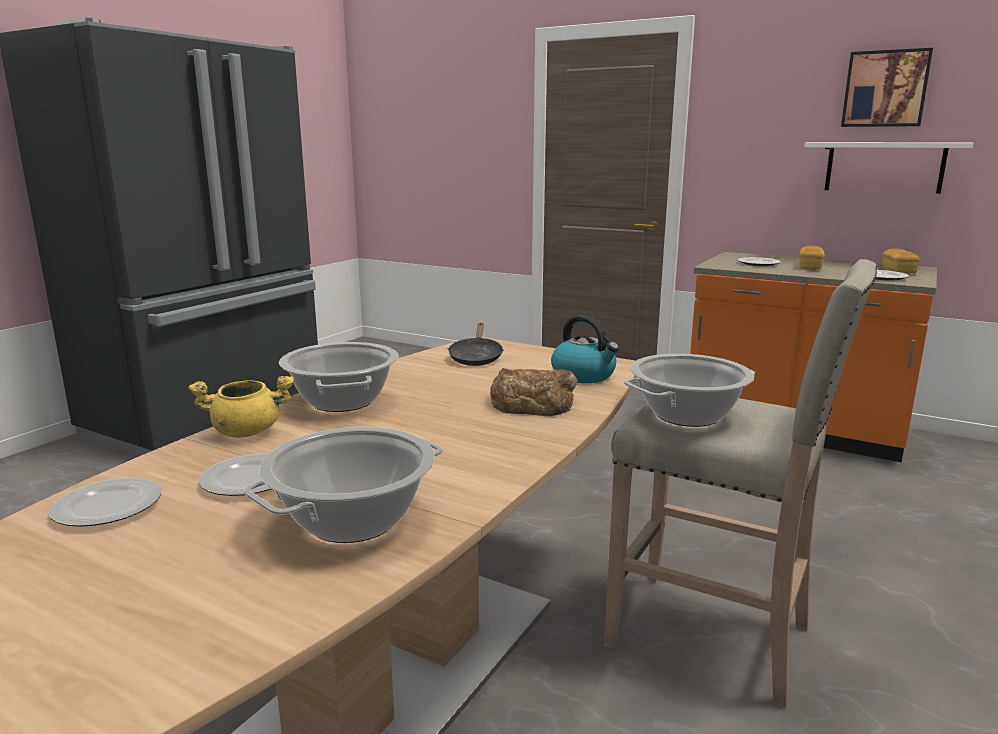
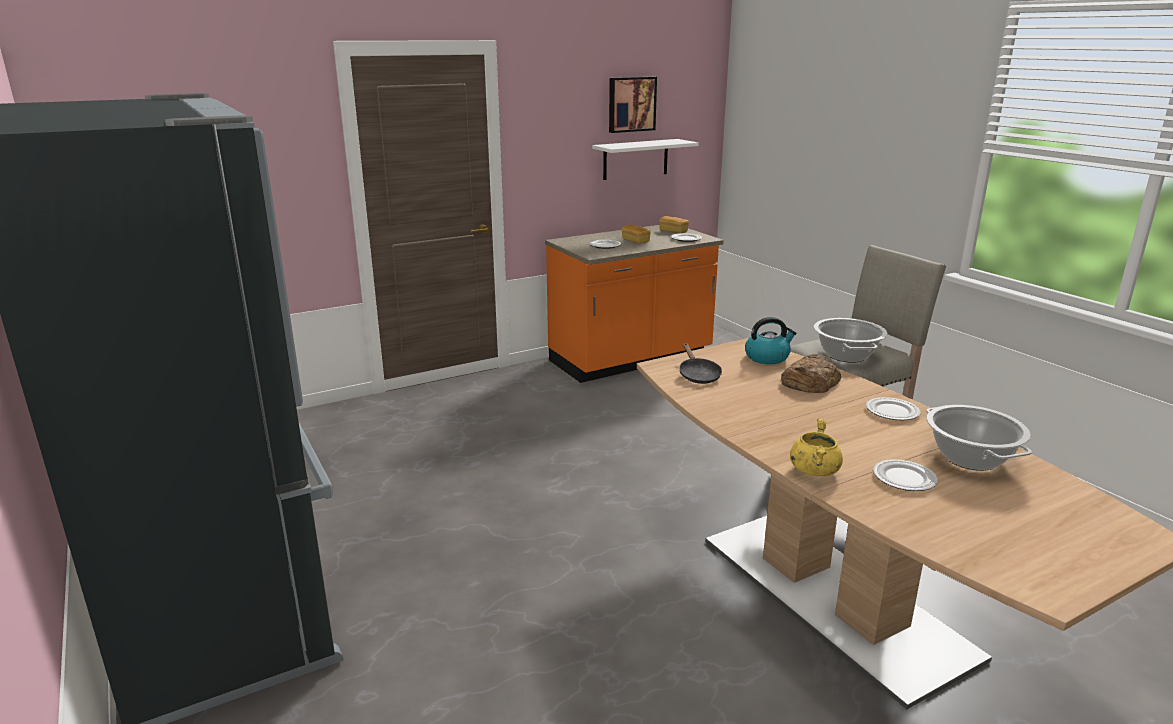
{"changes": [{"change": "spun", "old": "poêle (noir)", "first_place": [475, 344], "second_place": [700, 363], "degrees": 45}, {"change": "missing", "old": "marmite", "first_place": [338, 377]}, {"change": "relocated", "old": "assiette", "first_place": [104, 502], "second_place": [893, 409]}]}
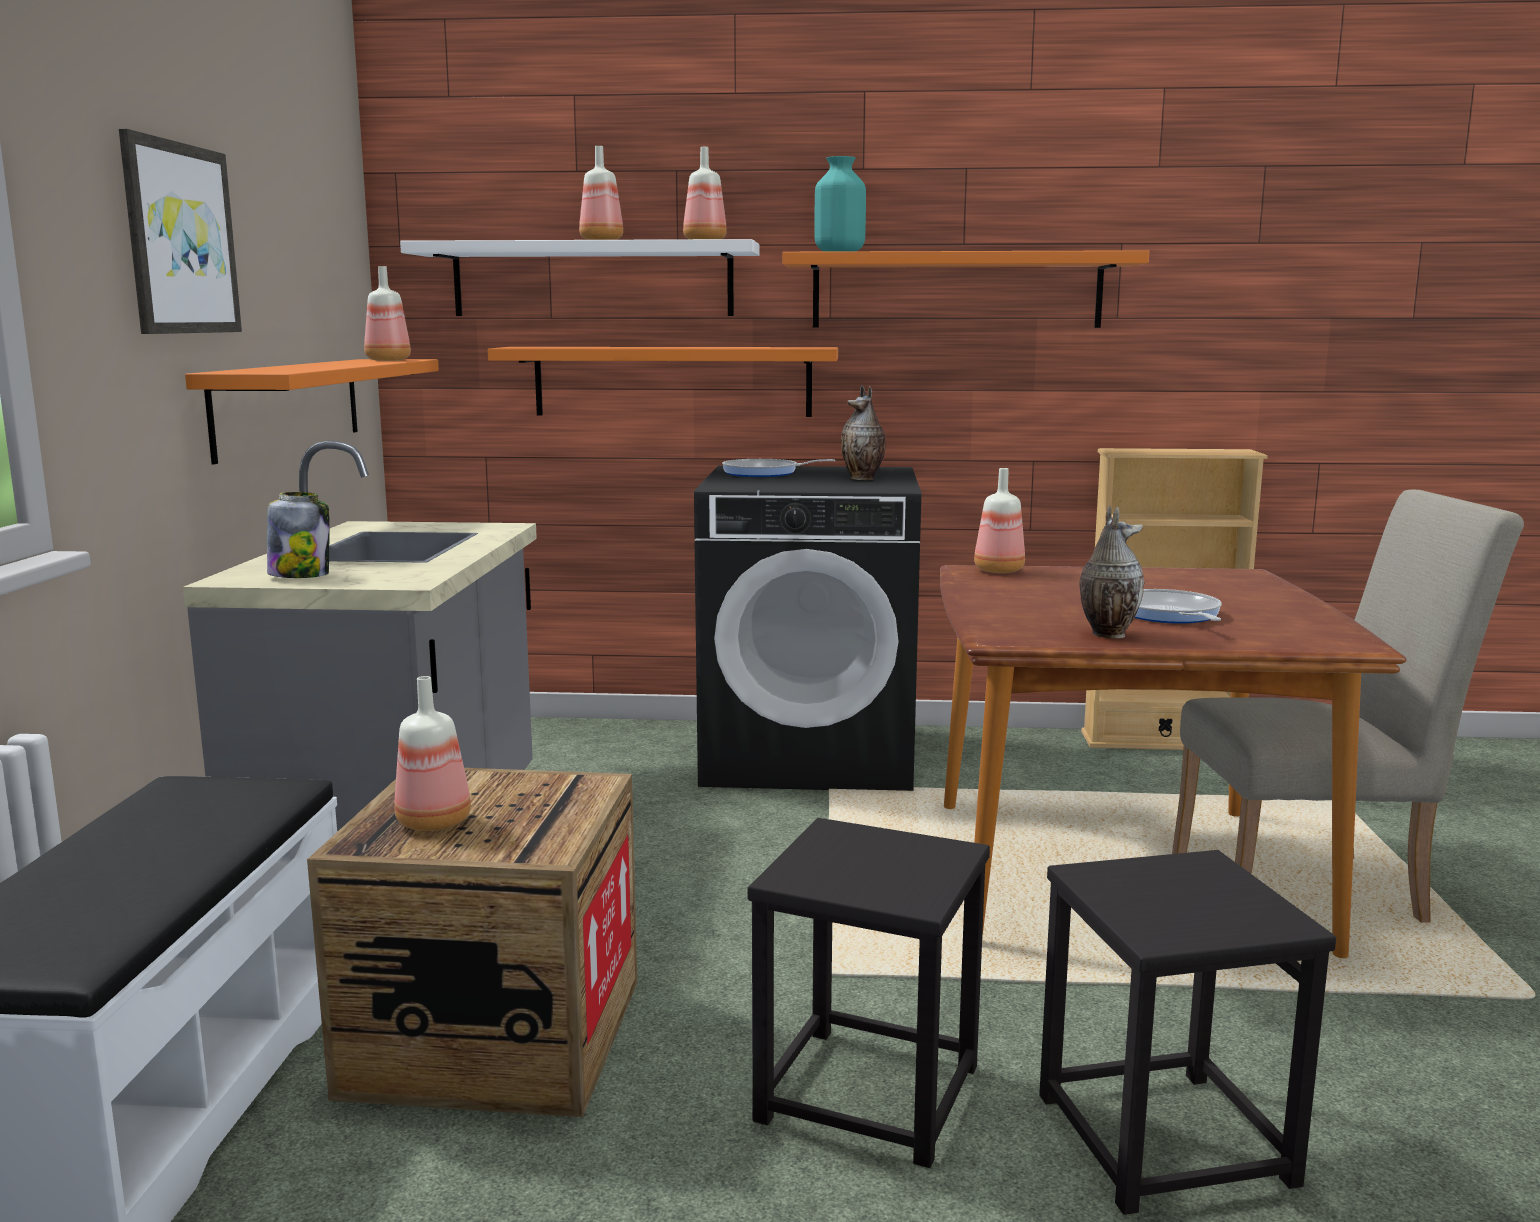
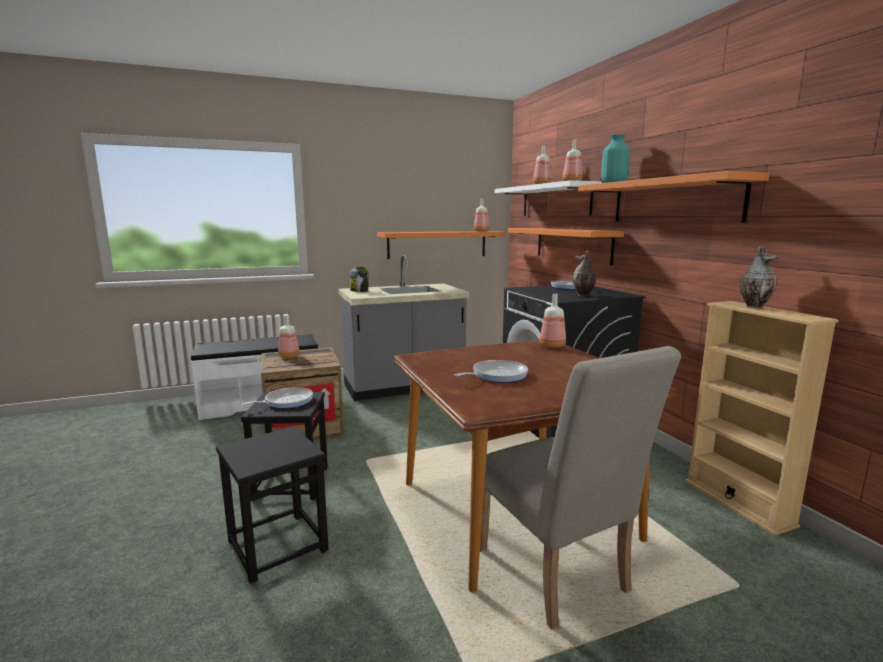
{"changes": [{"change": "missing", "old": "tableau", "first_place": [180, 231]}, {"change": "relocated", "old": "vase", "first_place": [1112, 572], "second_place": [759, 277]}, {"change": "appeared", "new": "poêle", "second_place": [277, 397]}]}
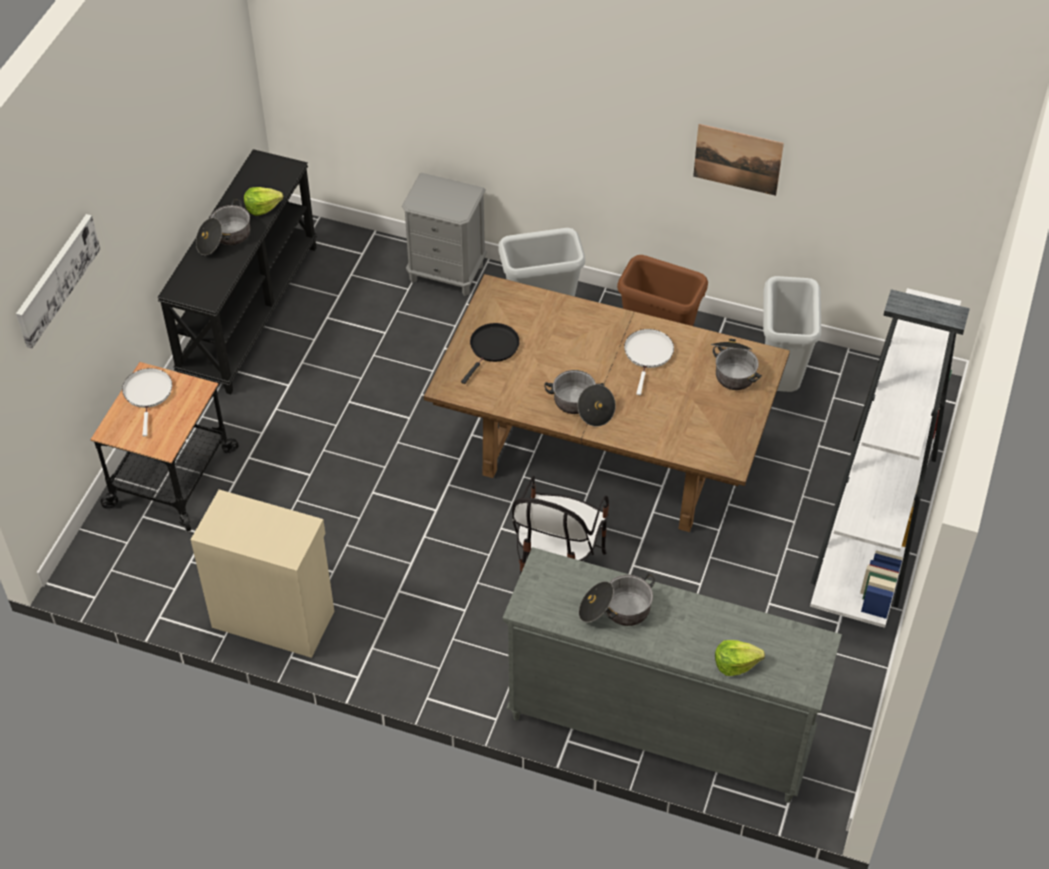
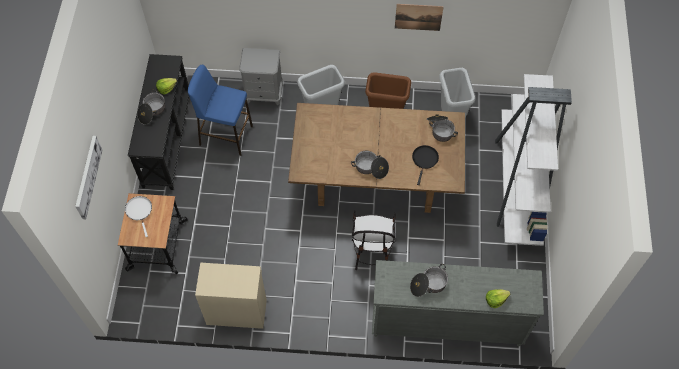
{"changes": [{"change": "relocated", "old": "poêle (noir)", "first_place": [490, 353], "second_place": [425, 165]}, {"change": "missing", "old": "poêle (blanc)", "first_place": [649, 362]}, {"change": "appeared", "new": "tabouret (bleu)", "second_place": [220, 110]}]}
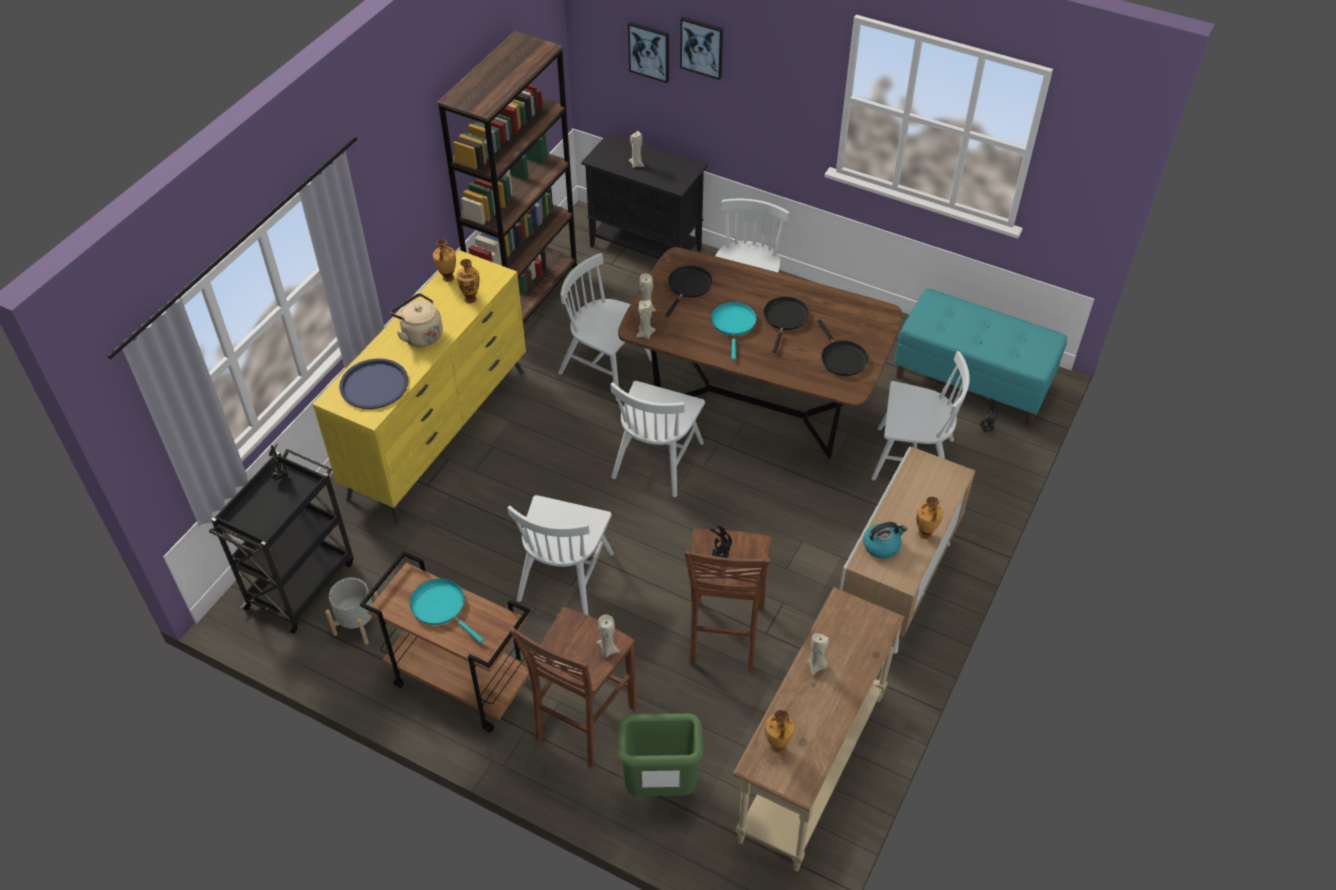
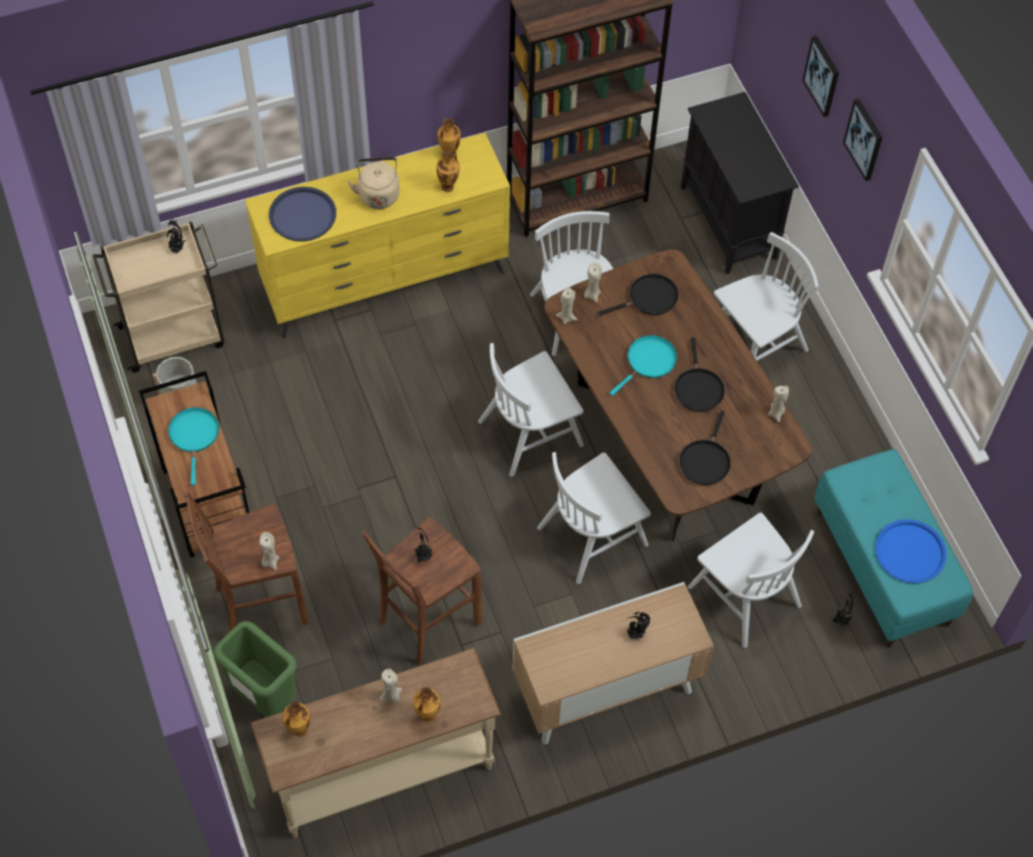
{"changes": [{"change": "relocated", "old": "tableau", "first_place": [648, 52], "second_place": [863, 140]}, {"change": "relocated", "old": "bougie (beige)", "first_place": [636, 149], "second_place": [778, 404]}, {"change": "spun", "old": "poêle (noir)", "first_place": [786, 325], "second_place": [700, 375], "degrees": 120}, {"change": "colour", "old": "chariot (noir)", "new": "chariot (beige)", "first_place": [281, 541], "second_place": [158, 297]}, {"change": "relocated", "old": "chaise (blanc)", "first_place": [560, 555], "second_place": [594, 518]}, {"change": "relocated", "old": "vase", "first_place": [929, 518], "second_place": [426, 704]}, {"change": "missing", "old": "bouilloire", "first_place": [885, 540]}, {"change": "appeared", "new": "plateau (bleu)", "second_place": [911, 551]}, {"change": "appeared", "new": "plante en pot", "second_place": [638, 626]}]}
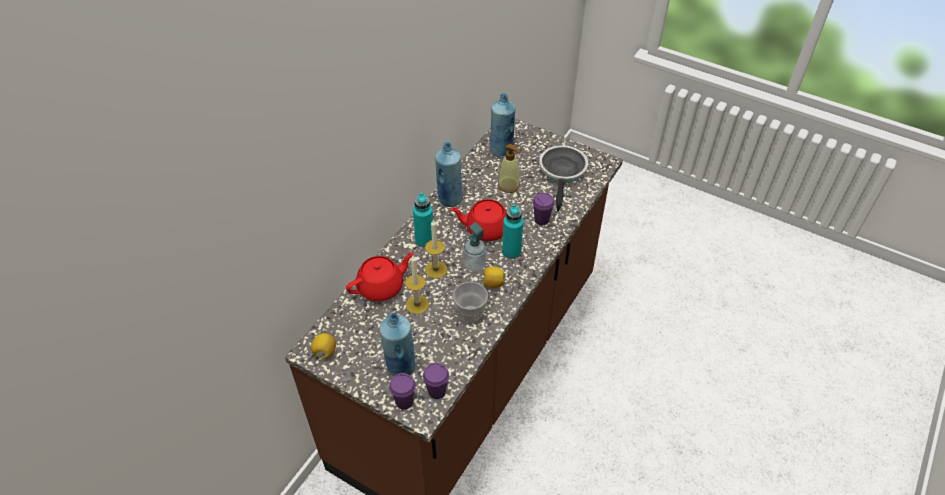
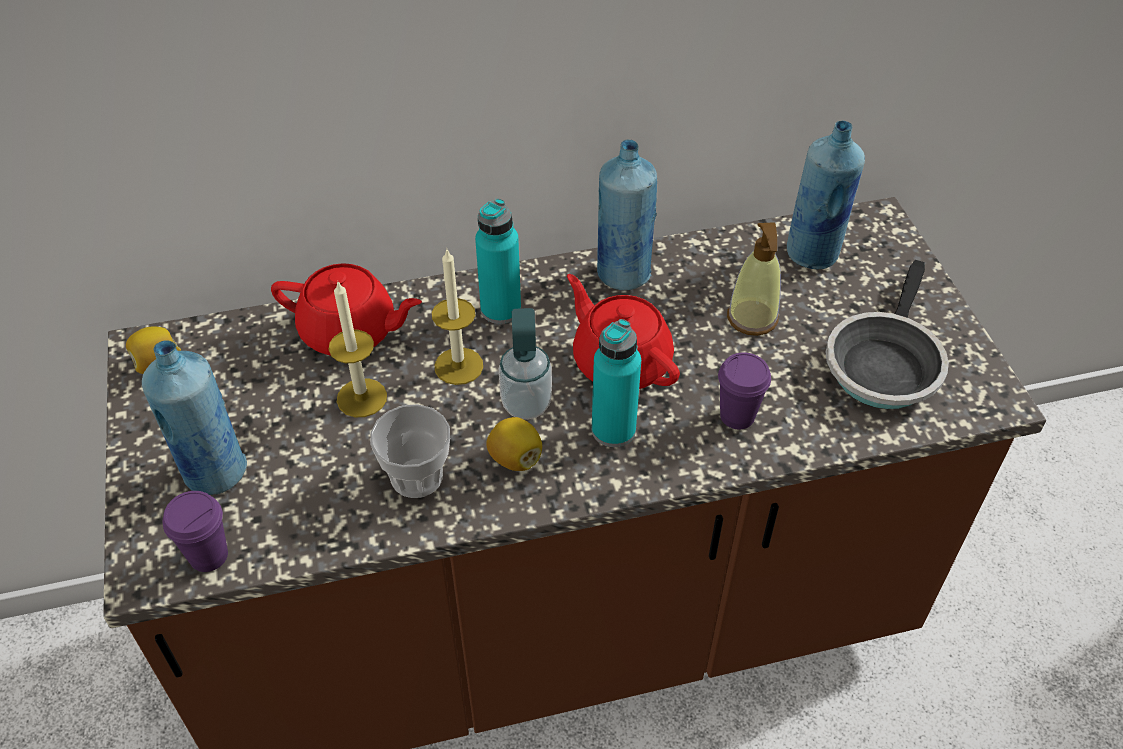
{"changes": [{"change": "spun", "old": "poêle", "first_place": [563, 178], "second_place": [887, 334], "degrees": 150}, {"change": "missing", "old": "tasse (violet)", "first_place": [402, 391]}]}
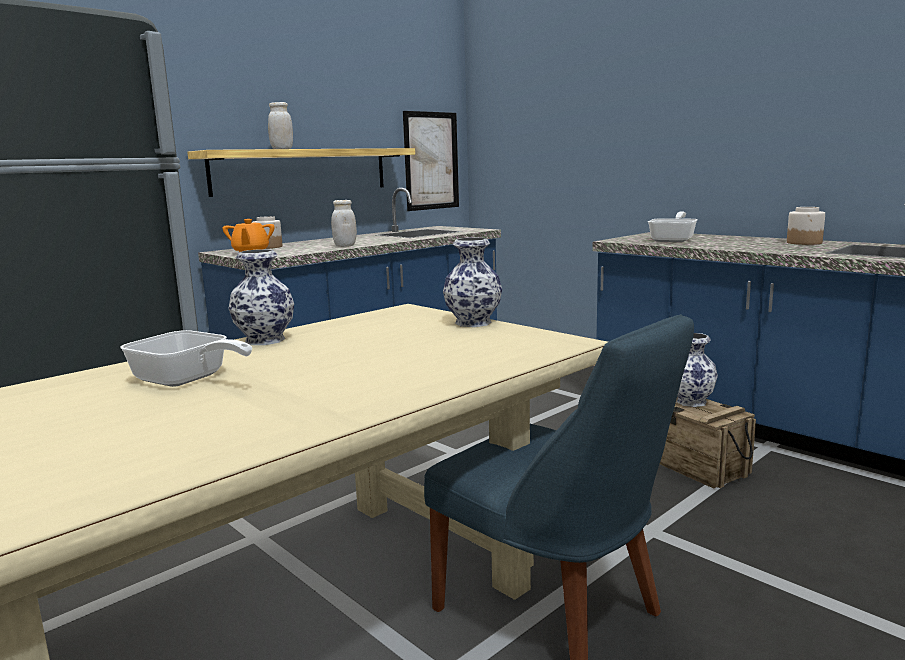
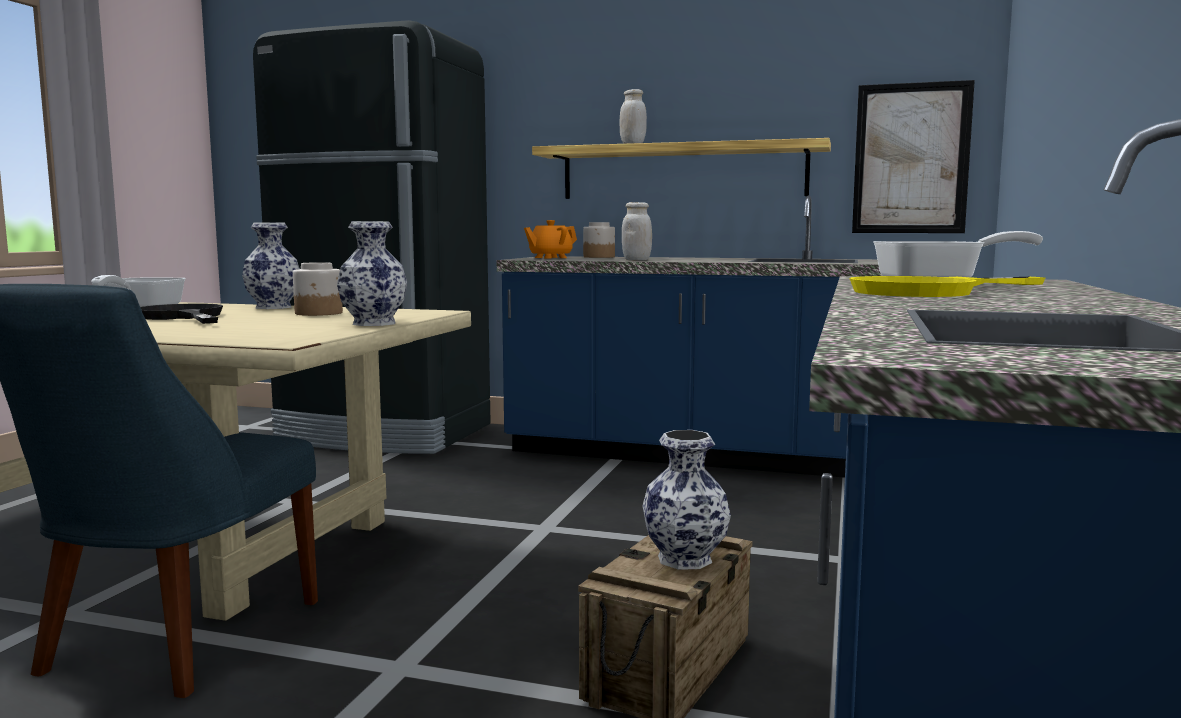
{"changes": [{"change": "relocated", "old": "bocal", "first_place": [806, 226], "second_place": [318, 289]}, {"change": "appeared", "new": "poêle (jaune)", "second_place": [947, 286]}, {"change": "appeared", "new": "poêle (noir)", "second_place": [181, 313]}]}
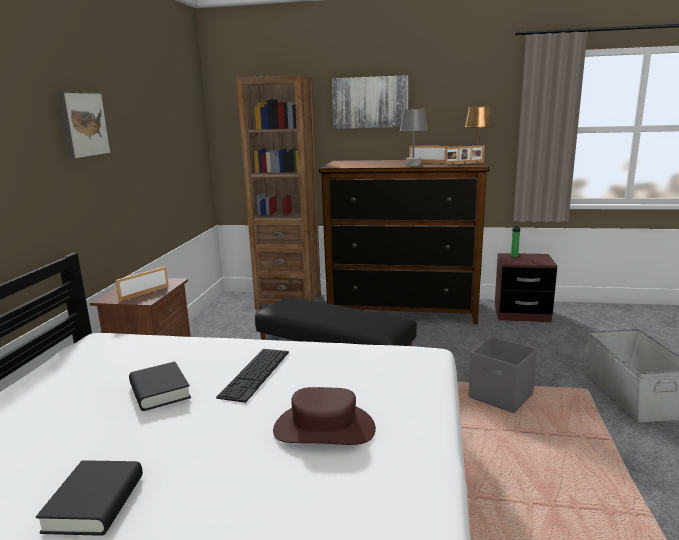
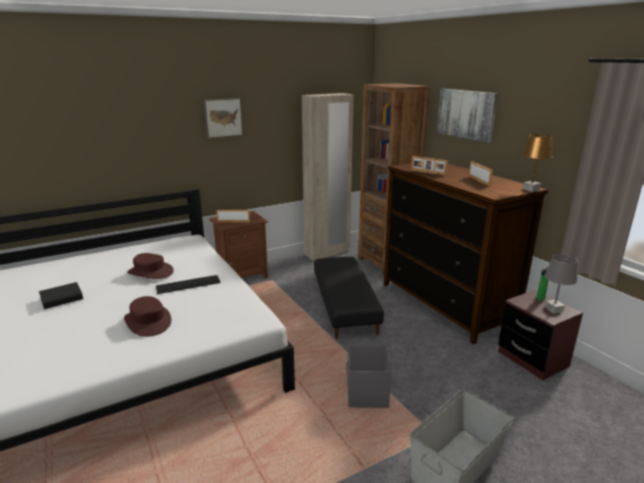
{"changes": [{"change": "relocated", "old": "lampe de table (gris)", "first_place": [413, 137], "second_place": [561, 284]}, {"change": "relocated", "old": "cadre photo", "first_place": [465, 155], "second_place": [429, 166]}, {"change": "exchanged", "old": "livre (noir)", "new": "chapeau (marron)", "first_place": [160, 386], "second_place": [150, 266]}, {"change": "appeared", "new": "armoire (beige)", "second_place": [328, 176]}]}
